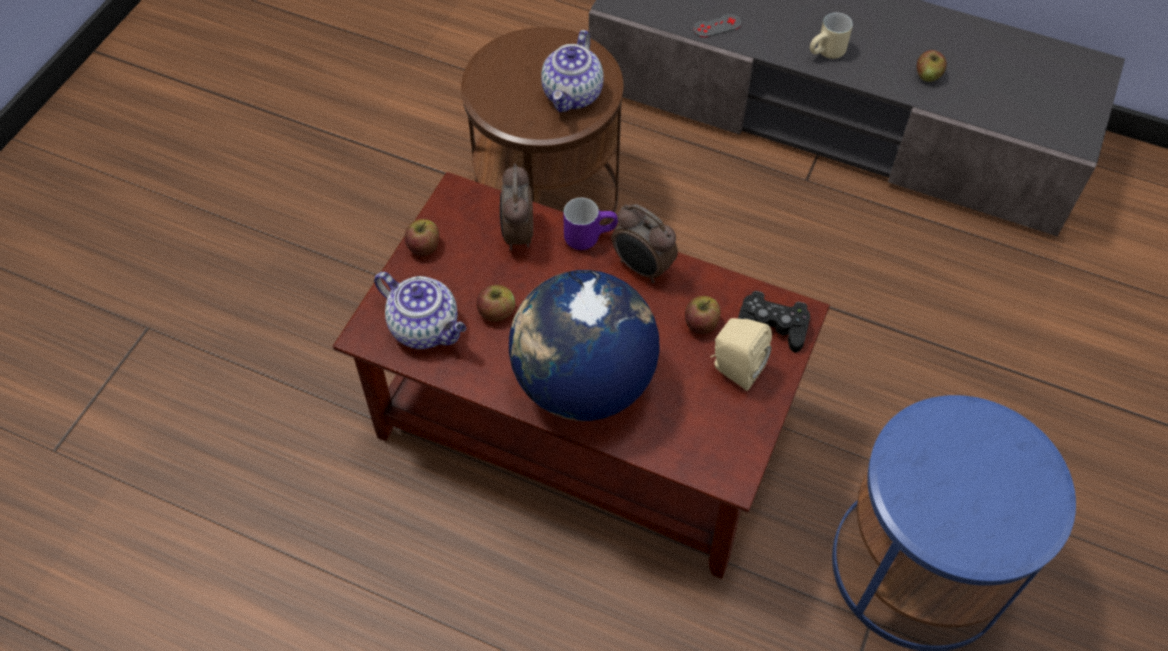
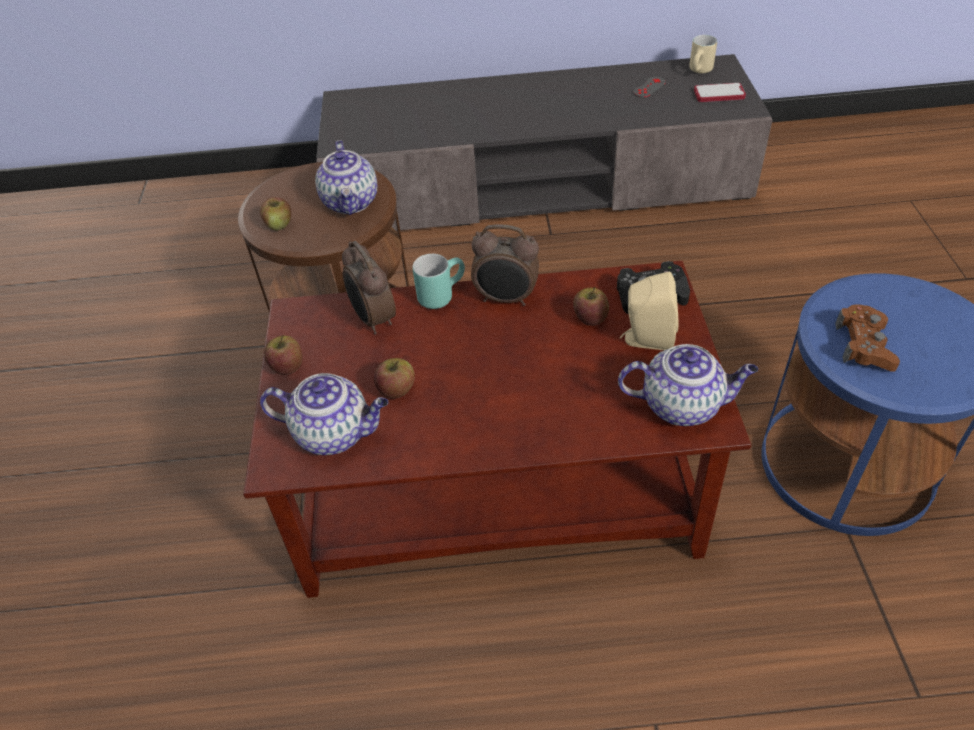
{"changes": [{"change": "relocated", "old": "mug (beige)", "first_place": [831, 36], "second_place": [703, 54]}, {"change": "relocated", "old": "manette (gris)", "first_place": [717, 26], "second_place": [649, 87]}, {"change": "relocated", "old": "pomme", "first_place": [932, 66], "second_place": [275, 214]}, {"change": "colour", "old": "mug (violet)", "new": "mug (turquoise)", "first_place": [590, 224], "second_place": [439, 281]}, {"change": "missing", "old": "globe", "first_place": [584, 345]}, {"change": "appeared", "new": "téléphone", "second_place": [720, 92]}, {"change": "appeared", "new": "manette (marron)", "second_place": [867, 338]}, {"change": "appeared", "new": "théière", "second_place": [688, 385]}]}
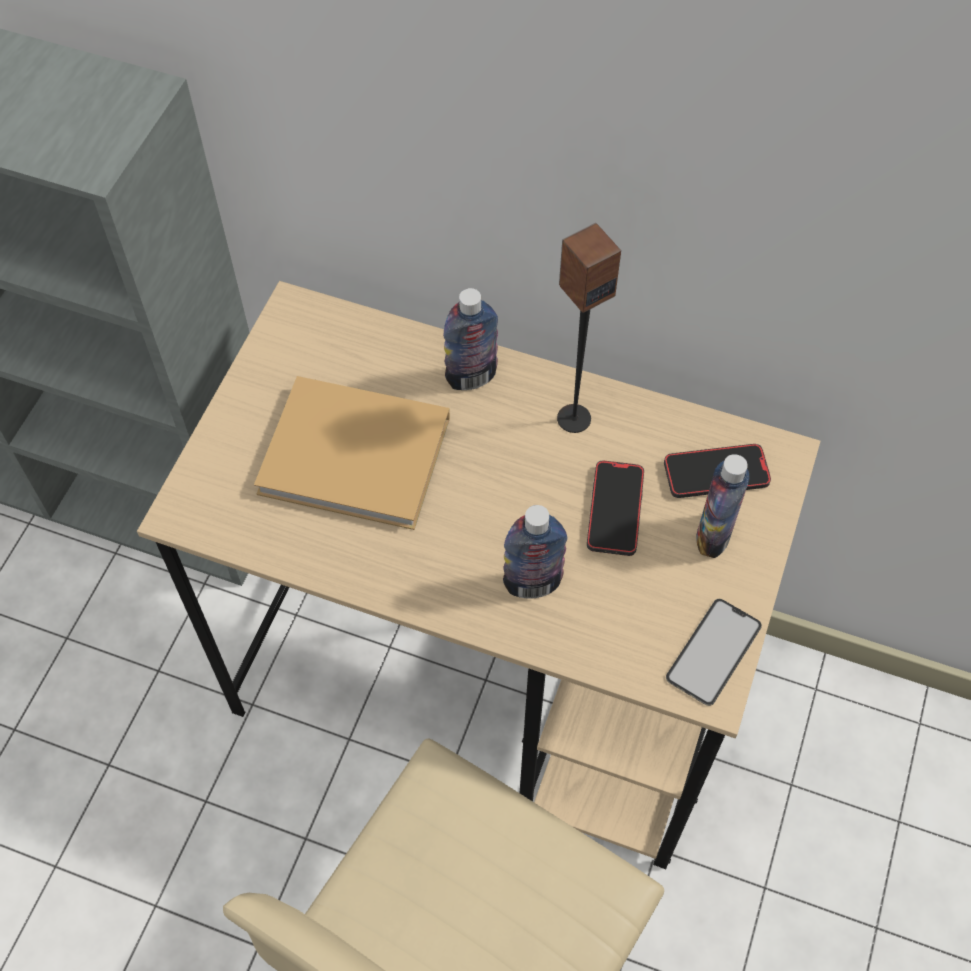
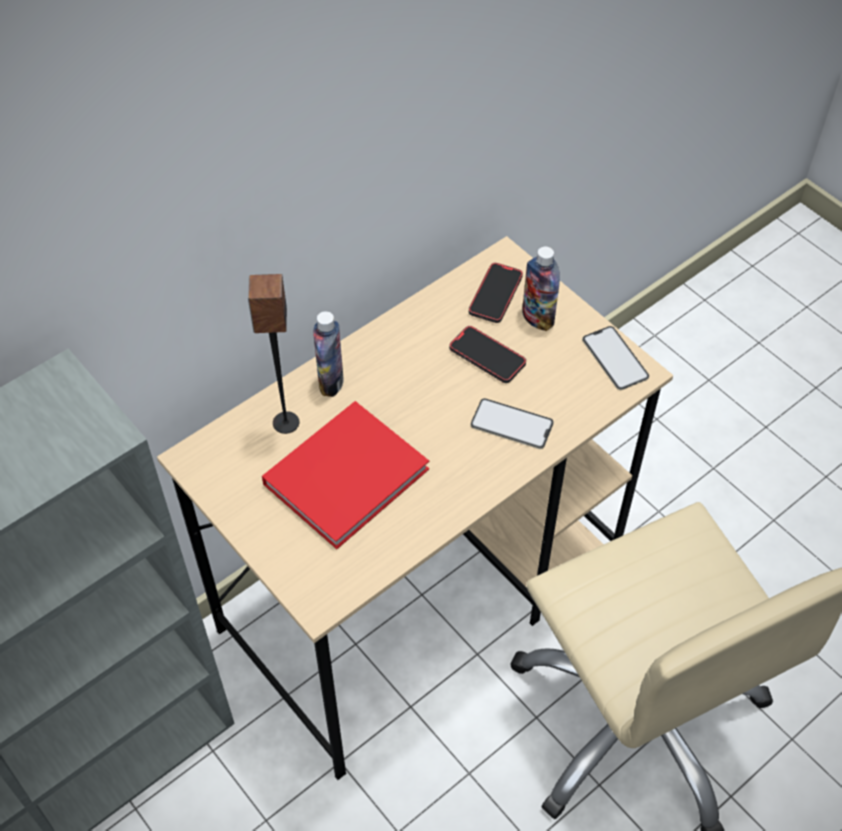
{"changes": [{"change": "relocated", "old": "enceinte", "first_place": [589, 328], "second_place": [273, 354]}, {"change": "colour", "old": "livre (beige)", "new": "livre (rouge)", "first_place": [352, 453], "second_place": [345, 475]}, {"change": "exchanged", "old": "bouteille", "new": "téléphone", "first_place": [535, 552], "second_place": [512, 423]}]}
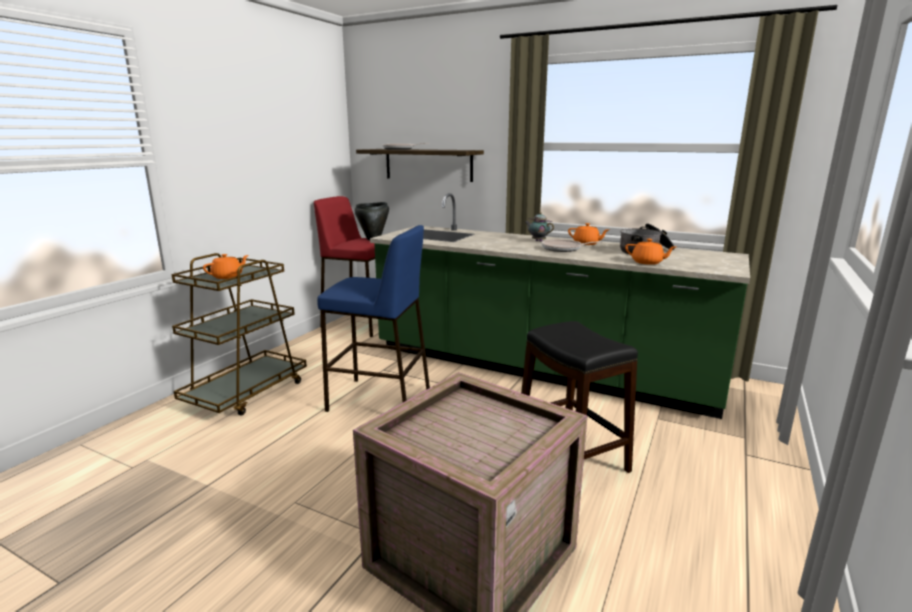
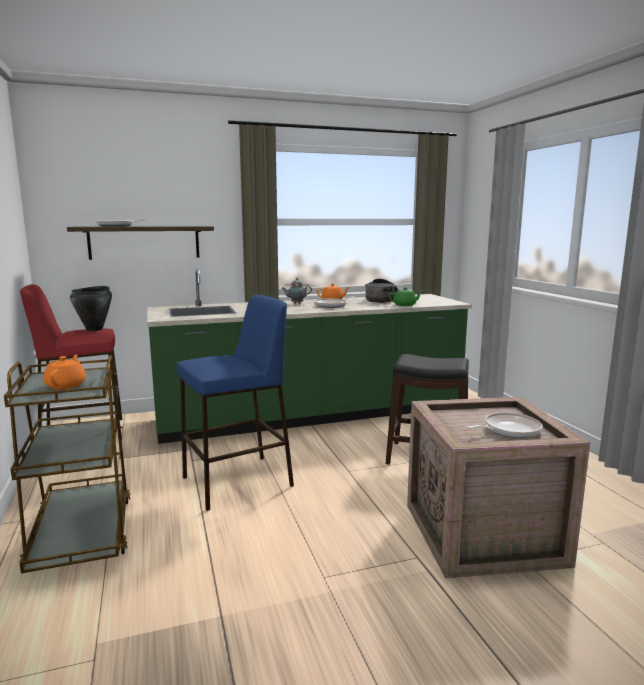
{"changes": [{"change": "colour", "old": "théière (orange)", "new": "théière (vert)", "first_place": [650, 252], "second_place": [405, 296]}, {"change": "appeared", "new": "poêle", "second_place": [504, 425]}]}
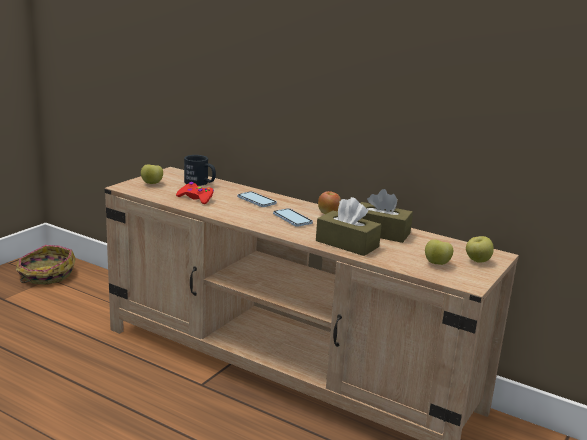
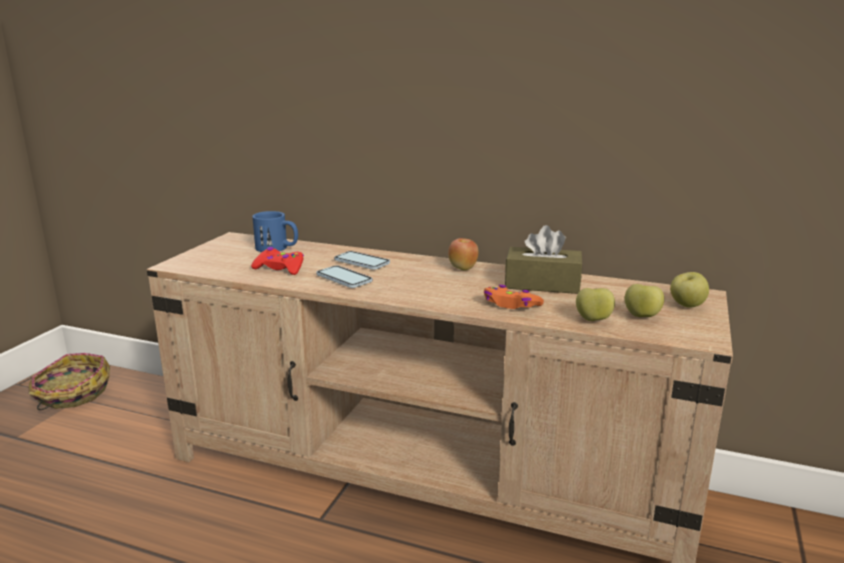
{"changes": [{"change": "colour", "old": "mug (noir)", "new": "mug (bleu)", "first_place": [200, 170], "second_place": [275, 231]}, {"change": "relocated", "old": "pomme", "first_place": [152, 174], "second_place": [595, 304]}, {"change": "exchanged", "old": "boîte à mouchoirs (marron)", "new": "manette (orange)", "first_place": [348, 226], "second_place": [514, 297]}, {"change": "relocated", "old": "téléphone", "first_place": [293, 217], "second_place": [344, 277]}]}
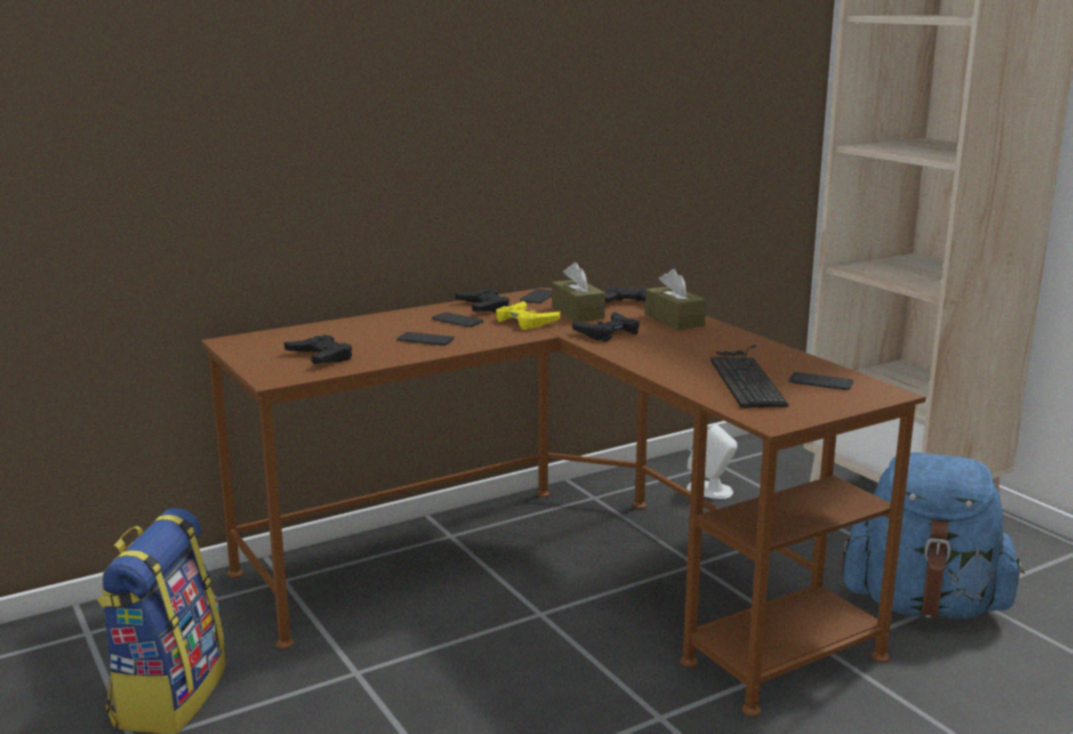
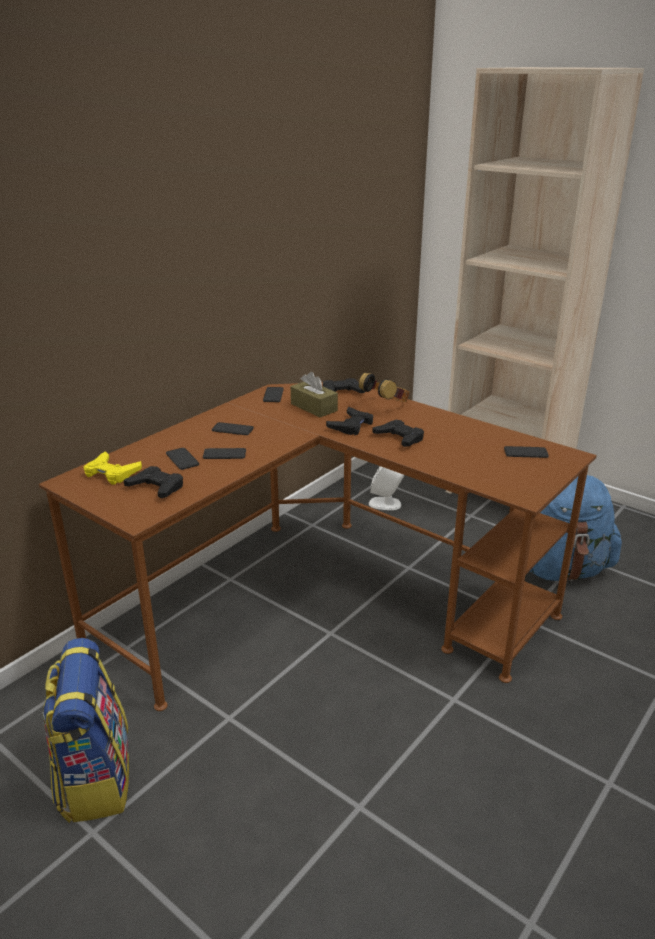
{"changes": [{"change": "exchanged", "old": "boîte à mouchoirs (marron)", "new": "casque audio", "first_place": [675, 299], "second_place": [384, 387]}, {"change": "relocated", "old": "manette (noir)", "first_place": [482, 300], "second_place": [398, 433]}, {"change": "relocated", "old": "manette (jaune)", "first_place": [528, 315], "second_place": [112, 468]}, {"change": "missing", "old": "clavier", "first_place": [750, 376]}, {"change": "appeared", "new": "téléphone", "second_place": [182, 459]}]}
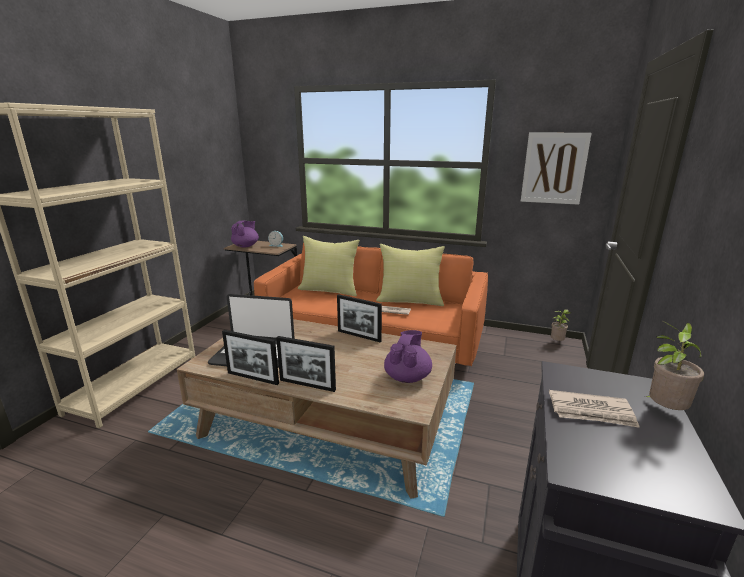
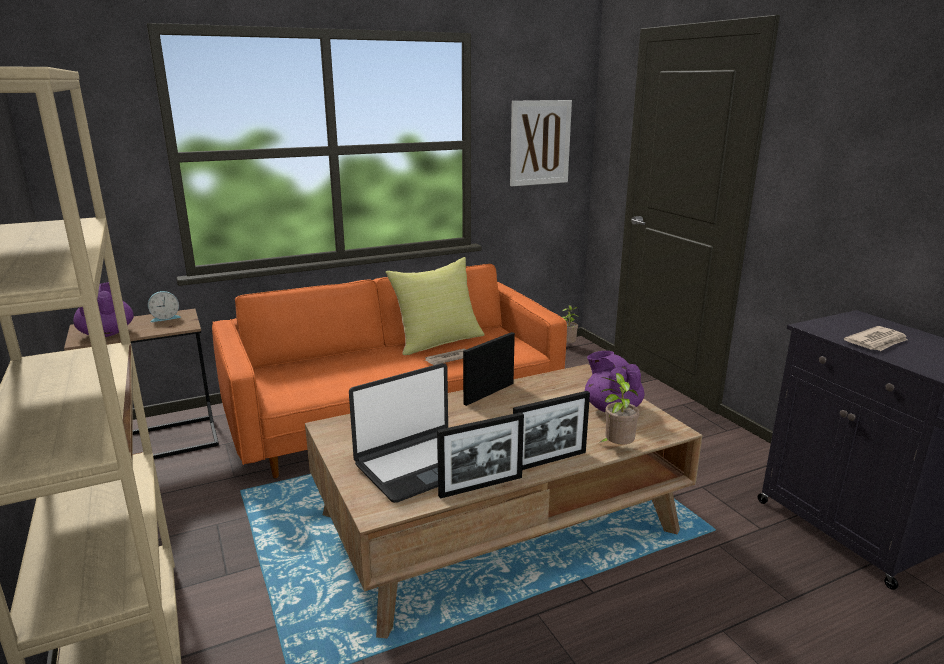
{"changes": [{"change": "missing", "old": "coussin (jaune)", "first_place": [329, 266]}, {"change": "spun", "old": "cadre photo", "first_place": [359, 318], "second_place": [489, 369], "degrees": 150}, {"change": "relocated", "old": "plante en pot", "first_place": [675, 365], "second_place": [619, 409]}]}
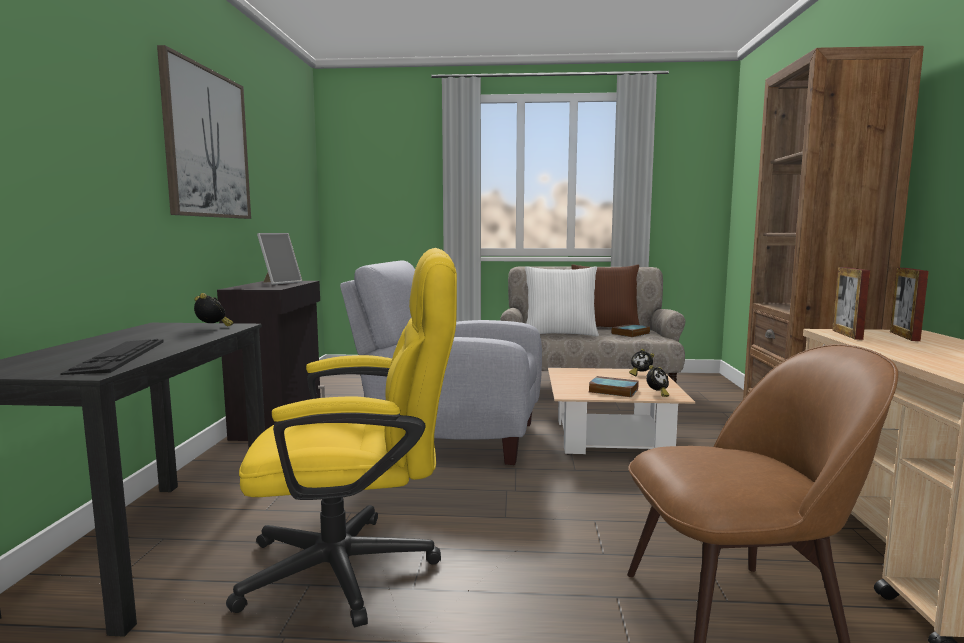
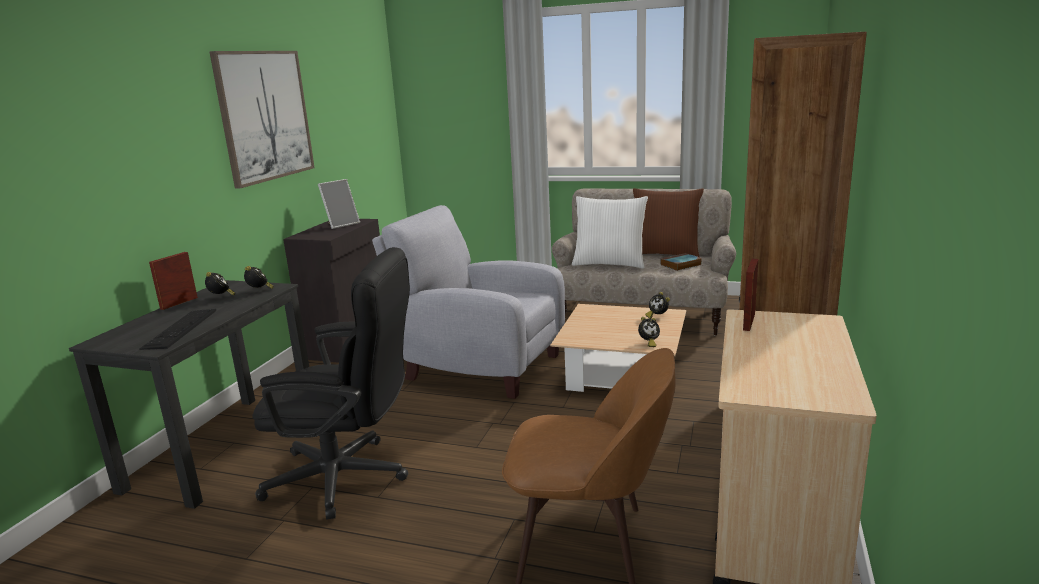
{"changes": [{"change": "colour", "old": "chaise de bureau (jaune)", "new": "chaise de bureau (noir)", "first_place": [341, 437], "second_place": [331, 383]}, {"change": "relocated", "old": "cadre photo", "first_place": [909, 304], "second_place": [173, 281]}, {"change": "missing", "old": "livre", "first_place": [614, 386]}, {"change": "appeared", "new": "réveil", "second_place": [220, 284]}]}
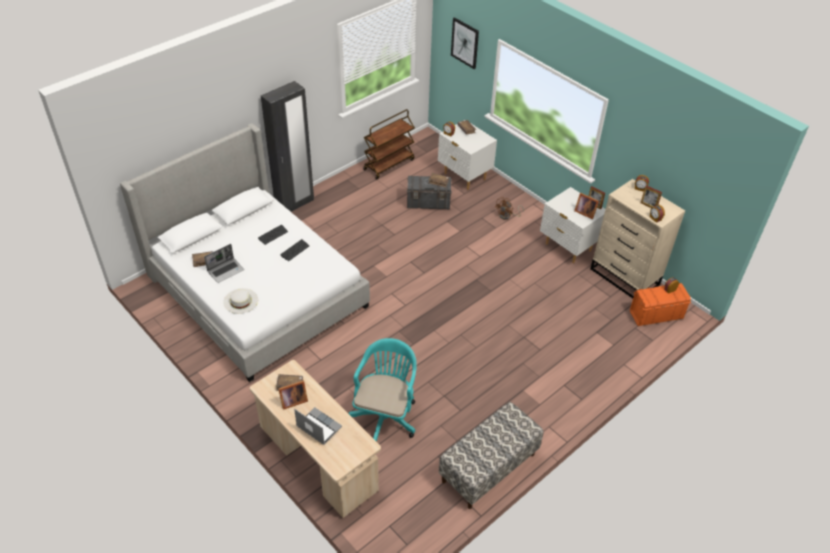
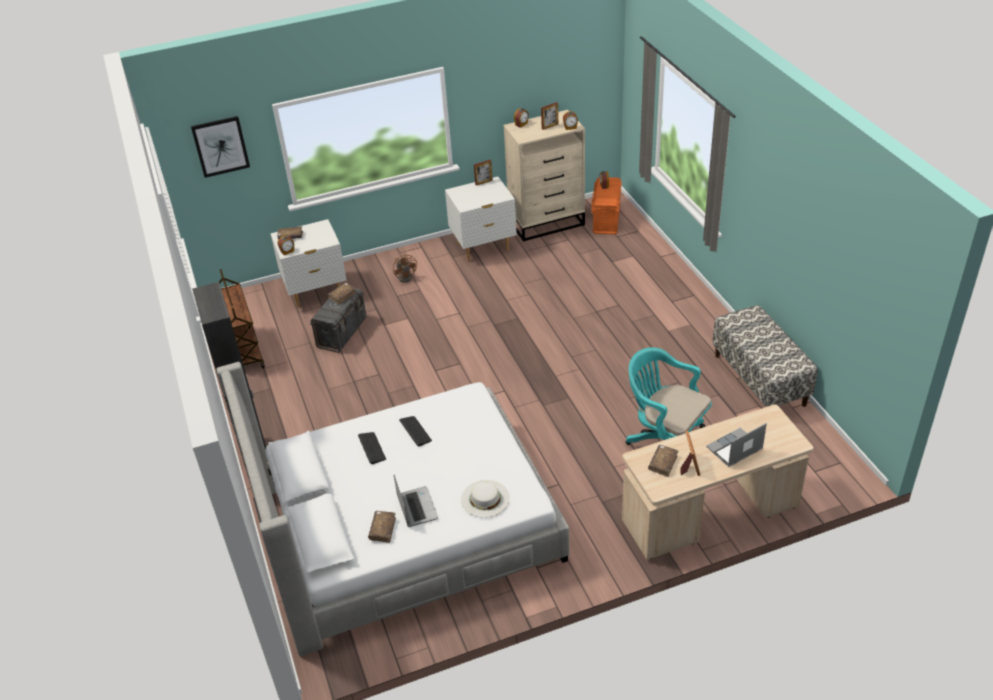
{"changes": [{"change": "missing", "old": "cadre photo", "first_place": [586, 206]}]}
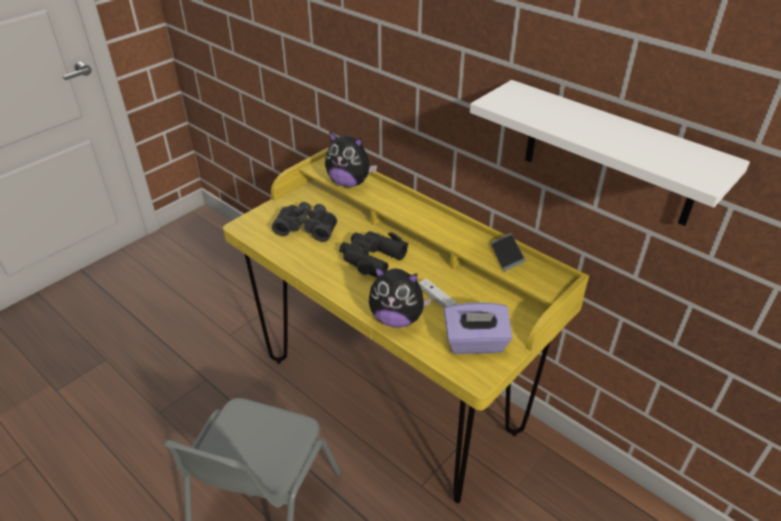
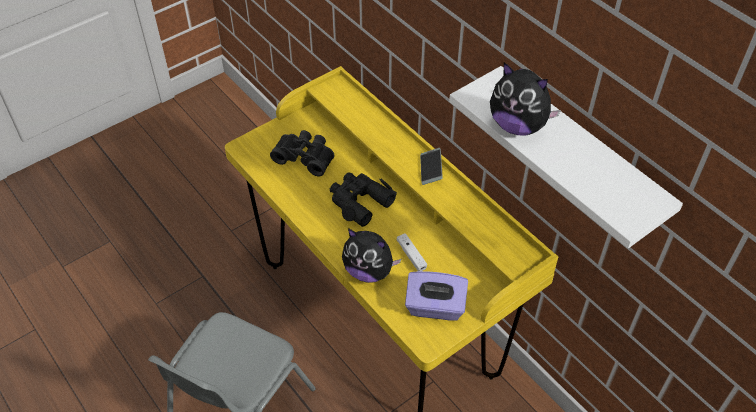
{"changes": [{"change": "relocated", "old": "peluche", "first_place": [351, 159], "second_place": [525, 99]}, {"change": "relocated", "old": "téléphone", "first_place": [508, 252], "second_place": [431, 166]}]}
